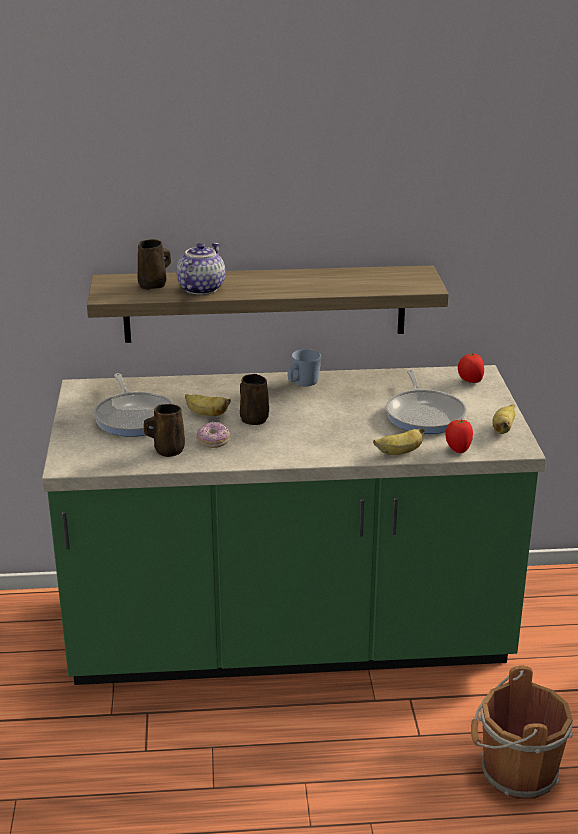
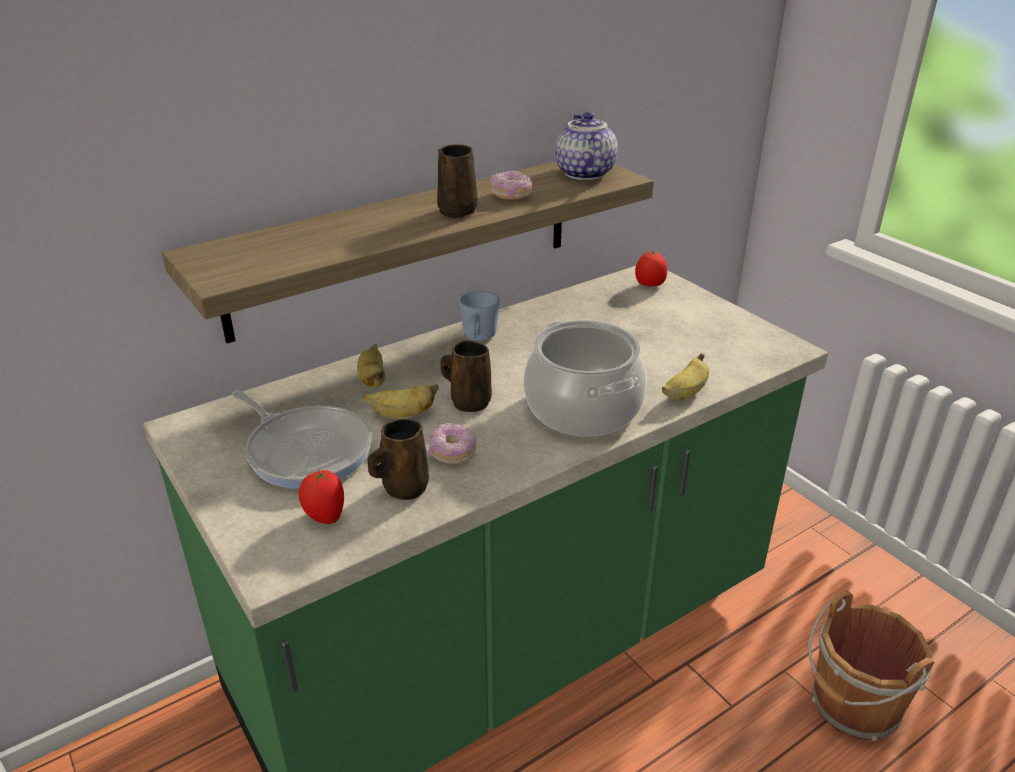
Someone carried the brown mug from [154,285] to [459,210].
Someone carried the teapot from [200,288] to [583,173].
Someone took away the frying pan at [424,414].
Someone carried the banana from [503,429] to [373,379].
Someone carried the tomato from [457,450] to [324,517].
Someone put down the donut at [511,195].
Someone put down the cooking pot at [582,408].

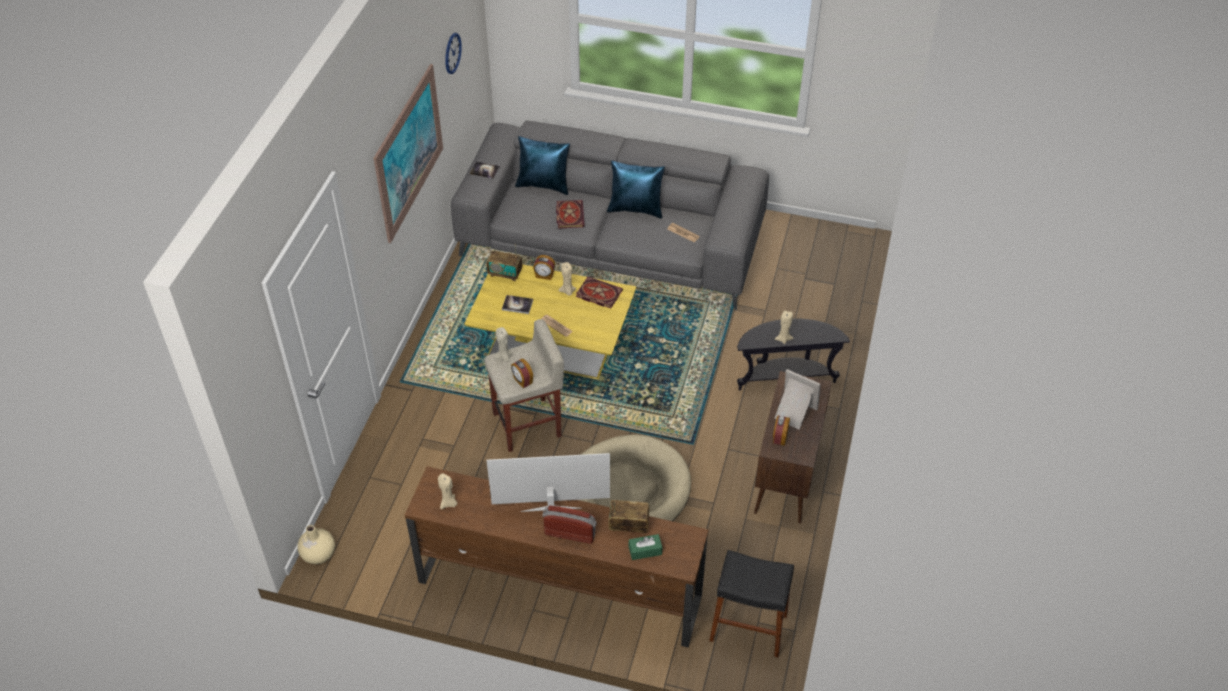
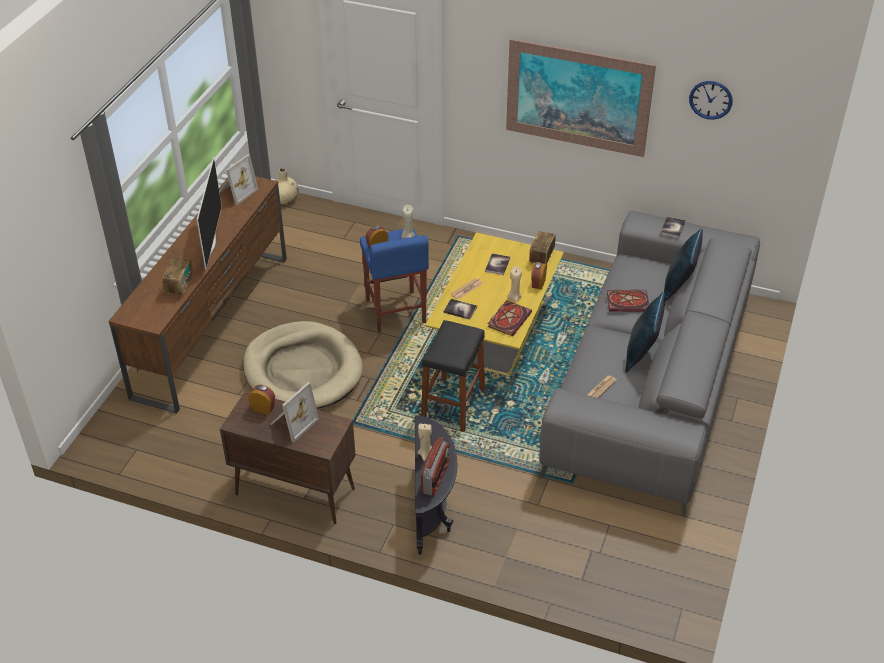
Someone repainted the beige stool at [528,424], which became the blue stool at [395,312].
Someone swapped the beige candle at [449,503] for the picture frame at [236,192].
Someone carried the radio from [570,533] to [435,478].
Someone took away the green tissue box at [645,550].
Someone carried the black stool from [748,627] to [453,405].
Someone put down the book at [460,310].

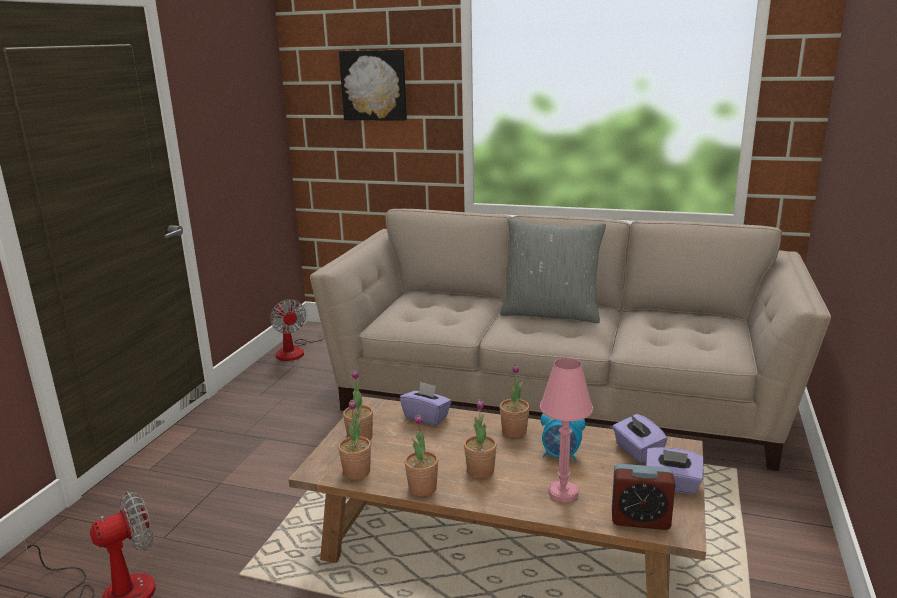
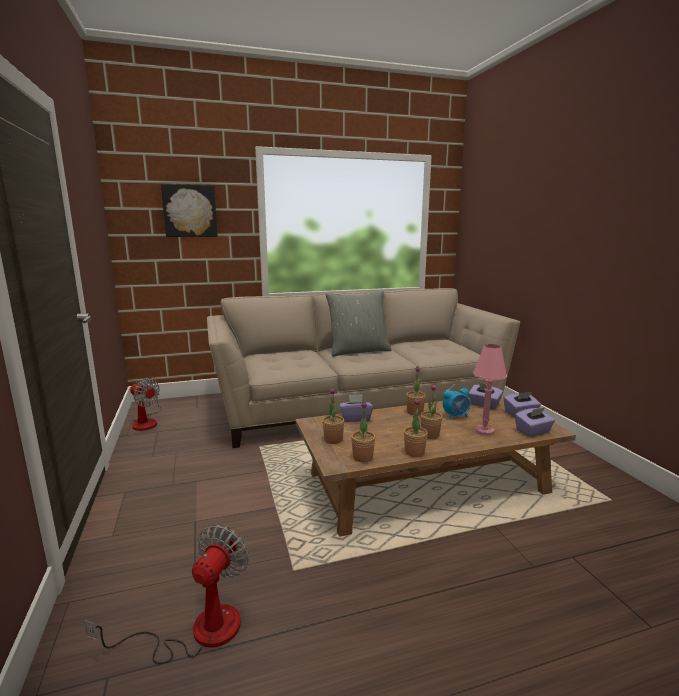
Someone swapped the alarm clock at [640,520] for the purple tissue box at [533,431].

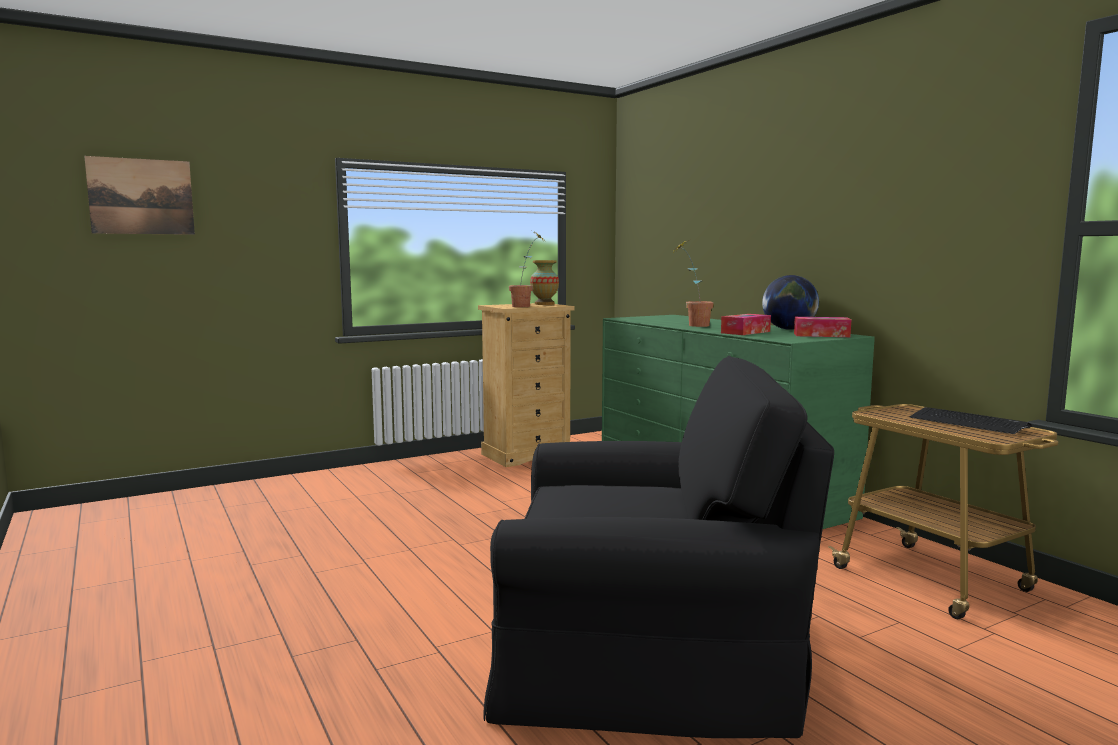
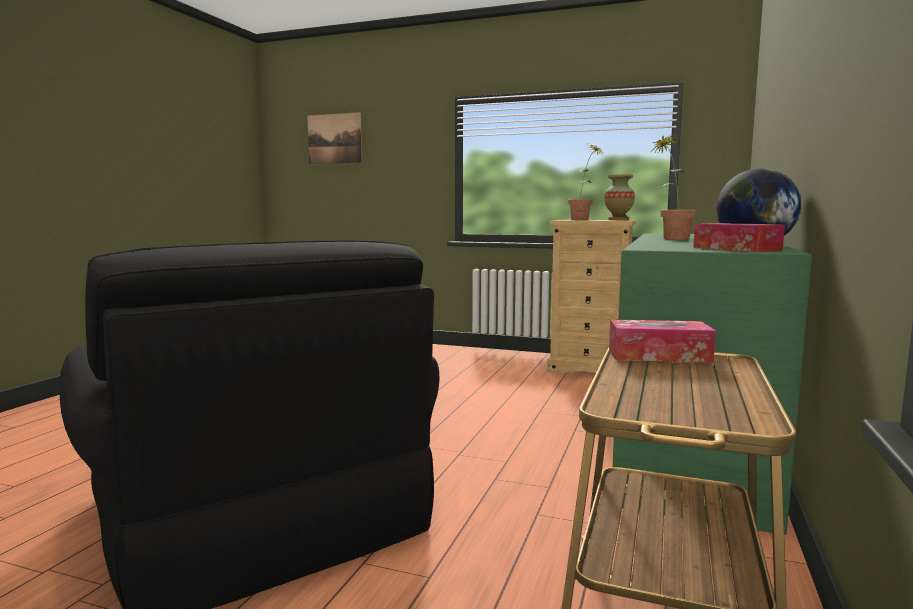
Someone carried the tissue box from [745,332] to [658,355].
Someone took away the keyboard at [967,422].

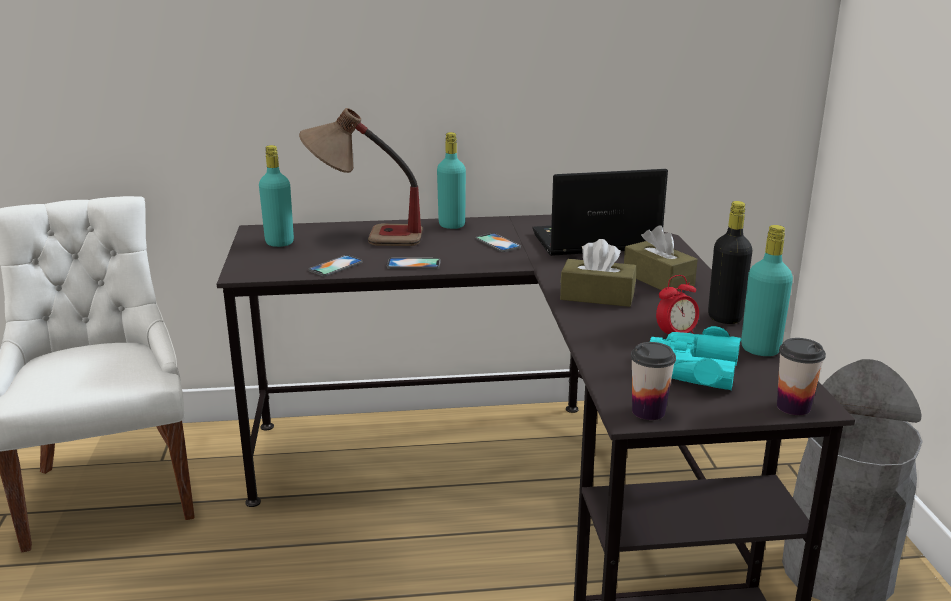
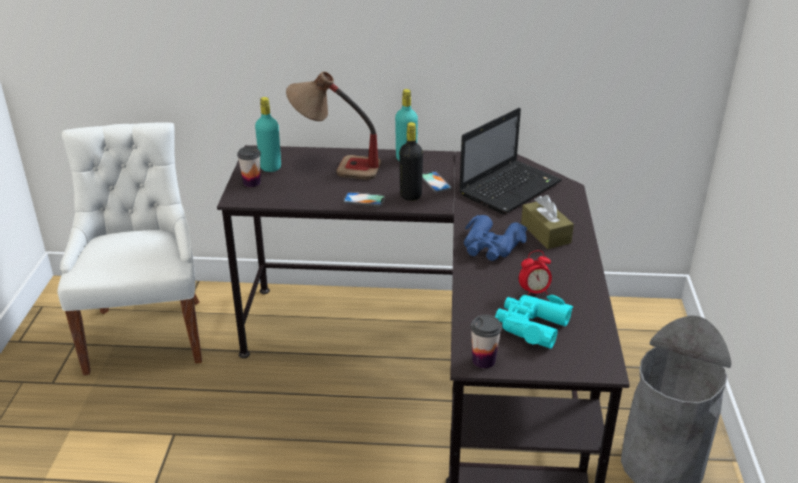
Someone rotated the laptop at [592,242] by 135 degrees clockwise.
Someone carried the black bottle from [724,317] to [410,195].
Someone took away the turquoise bottle at [760,349].
Someone swapped the brown tissue box at [597,296] for the blue binoculars at [491,246].
Someone took away the phone at [335,266].
Someone carried the cup from [793,407] to [252,182].

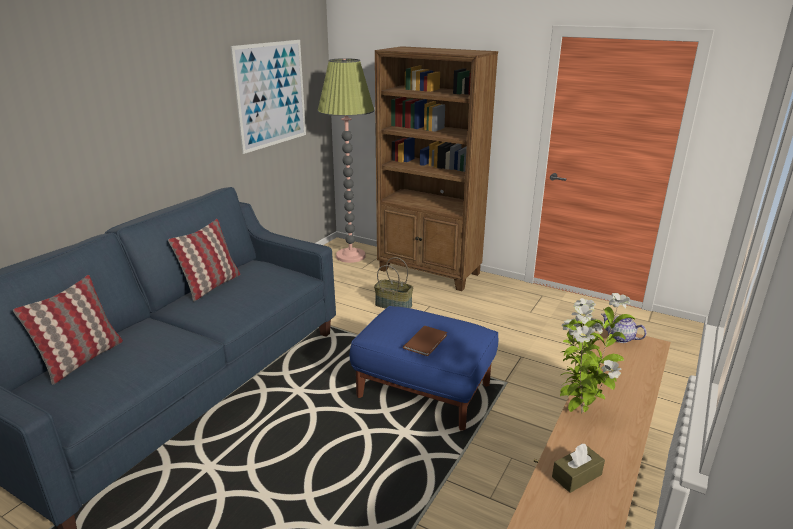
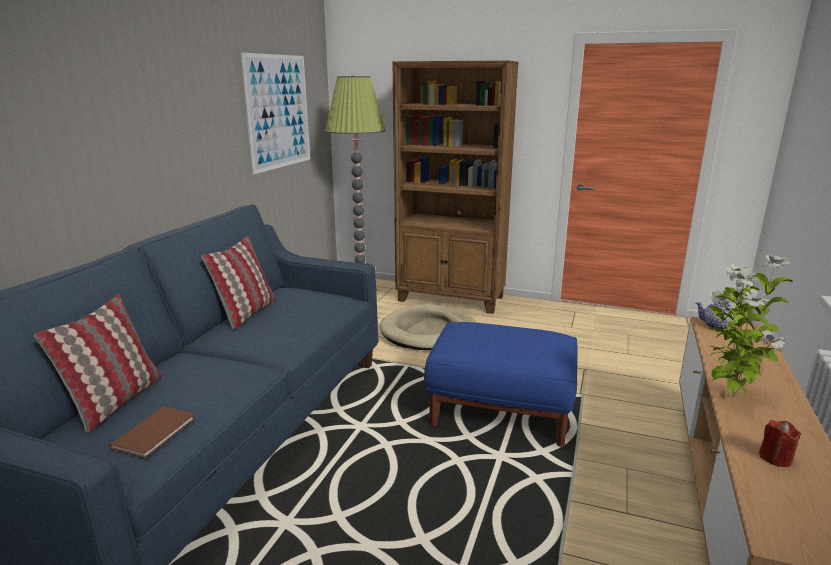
Someone swapped the basket at [394,305] for the beige dog bed at [428,332].
Someone carried the brown book from [427,341] to [157,432].
Someone swapped the brown tissue box at [576,475] for the red candle at [775,458].

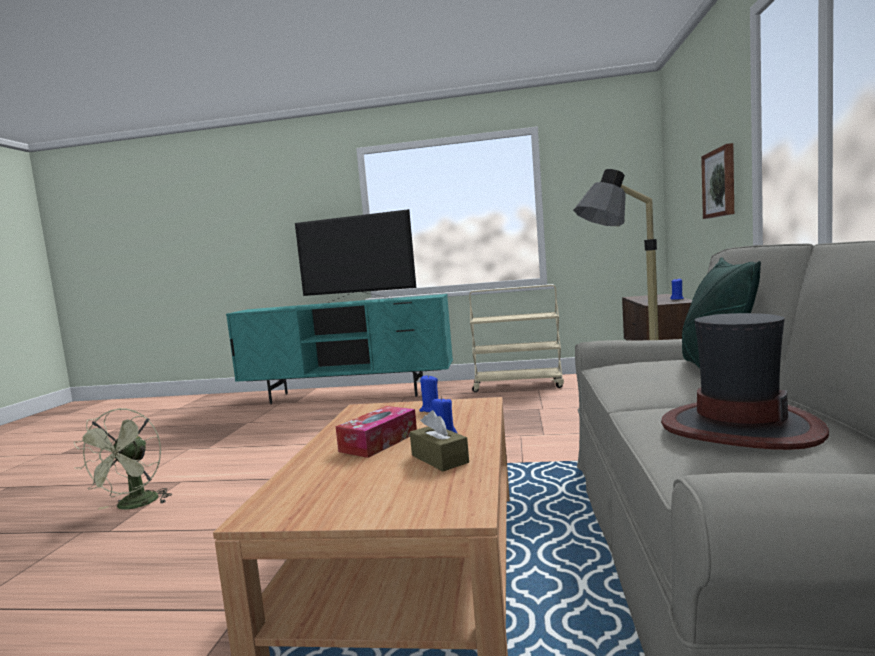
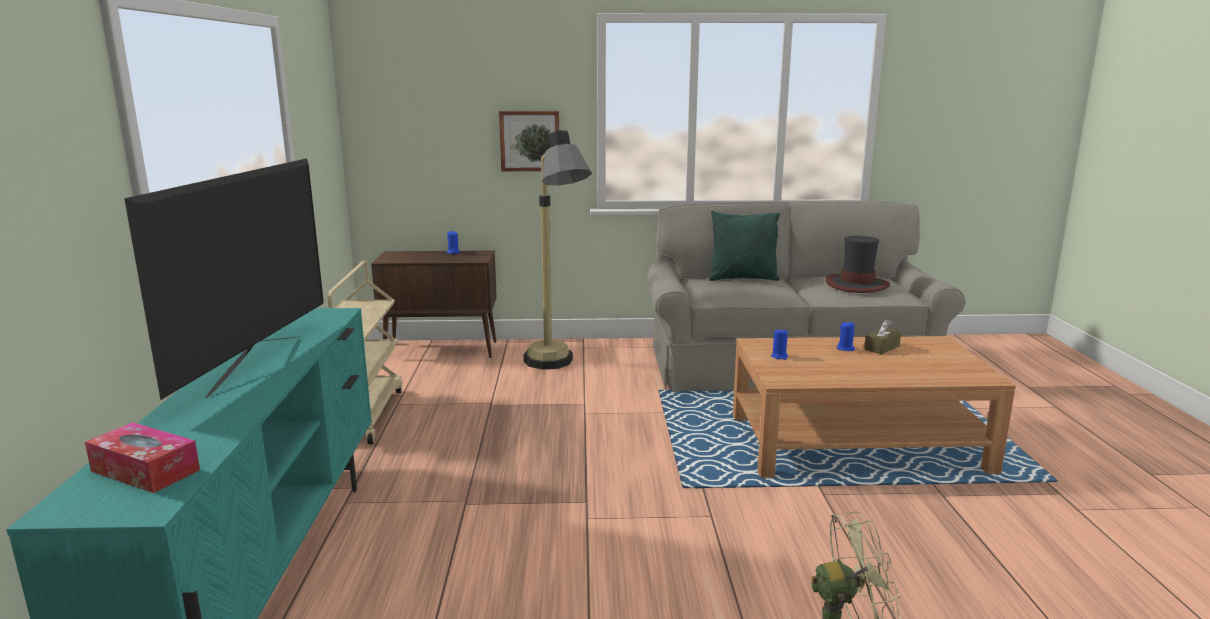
Someone carried the tissue box from [379,442] to [145,470].

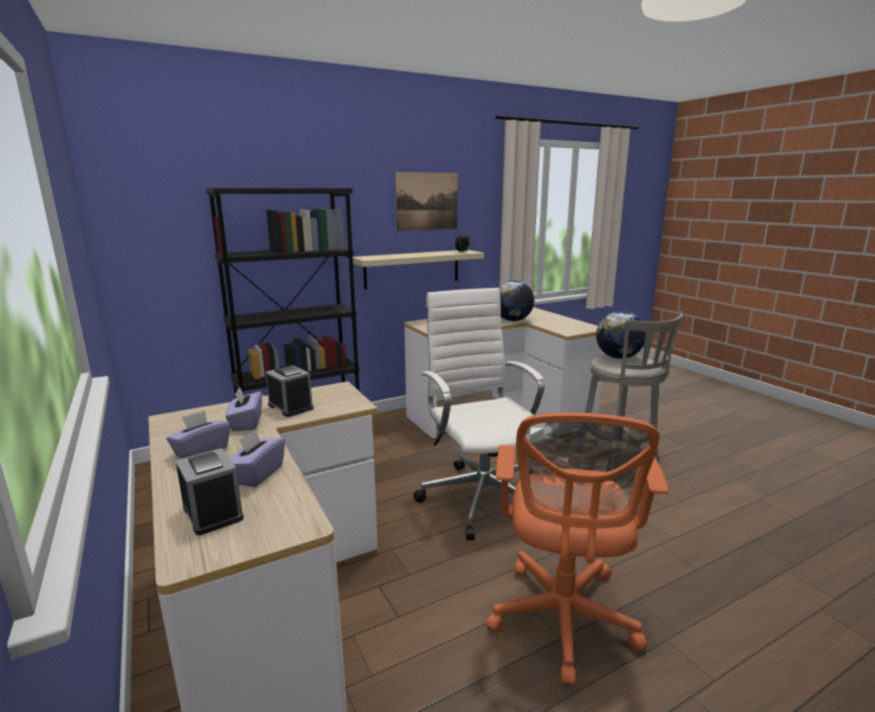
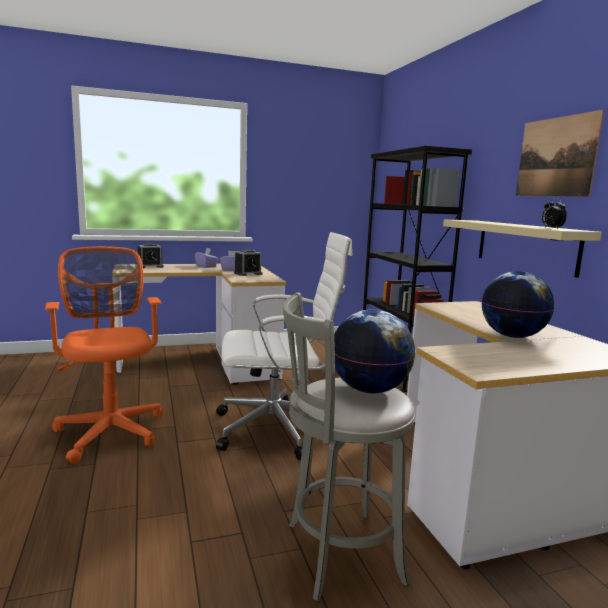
Someone rotated the orange office chair at [563,622] by 45 degrees clockwise.
Someone took away the purple tissue box at [257,474].

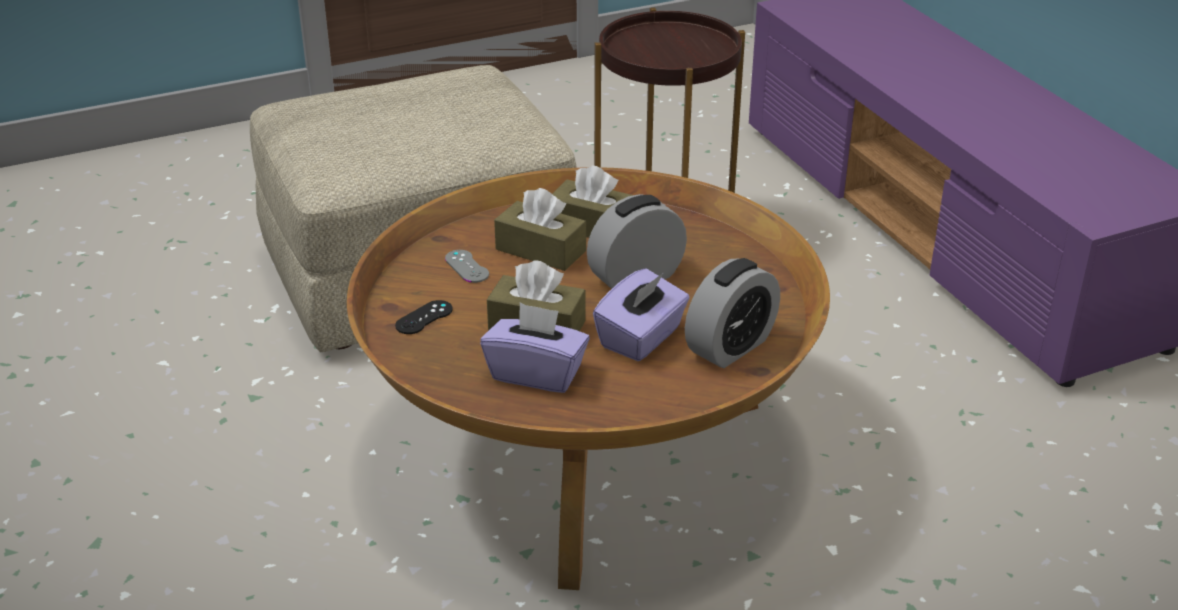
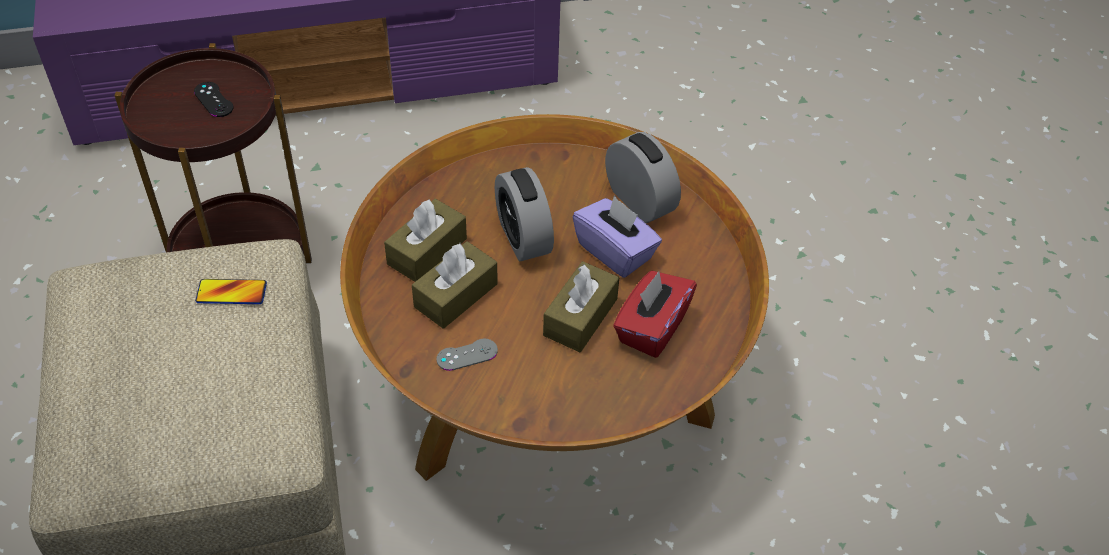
Someone carried the black game controller from [424,318] to [213,100].
Someone repainted the purple tissue box at [536,373], which became the red tissue box at [651,328].
Someone put down the phone at [231,293].

